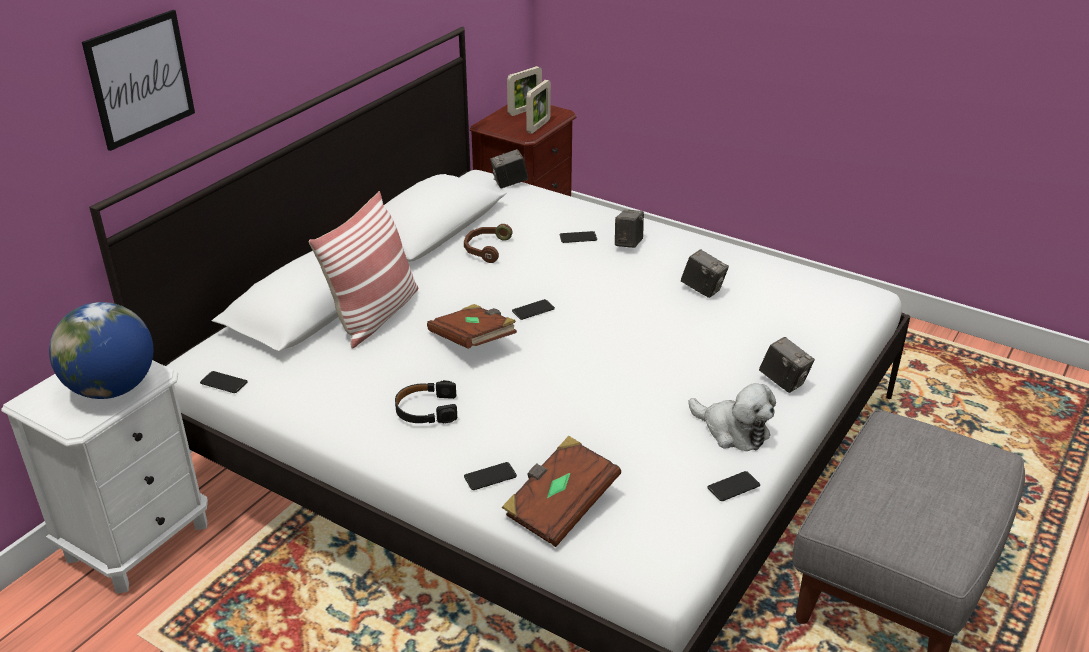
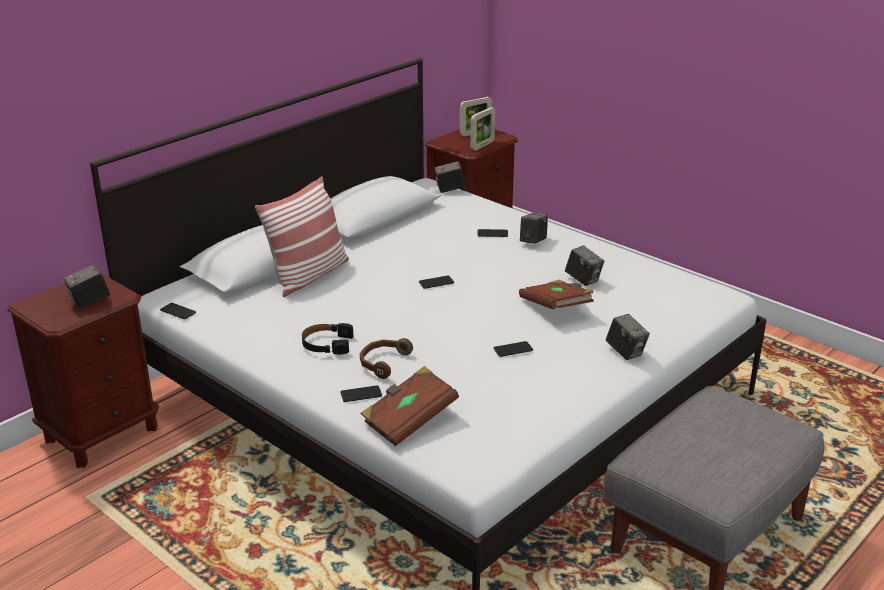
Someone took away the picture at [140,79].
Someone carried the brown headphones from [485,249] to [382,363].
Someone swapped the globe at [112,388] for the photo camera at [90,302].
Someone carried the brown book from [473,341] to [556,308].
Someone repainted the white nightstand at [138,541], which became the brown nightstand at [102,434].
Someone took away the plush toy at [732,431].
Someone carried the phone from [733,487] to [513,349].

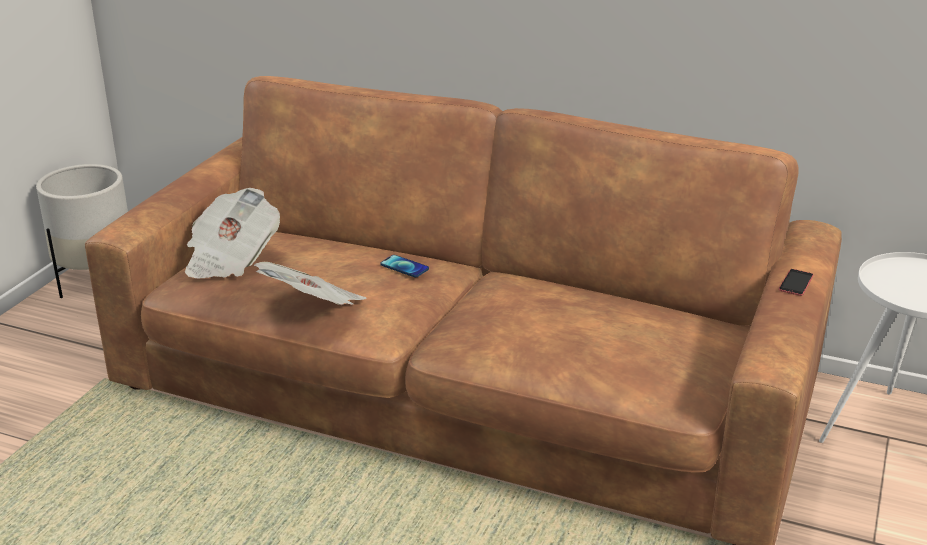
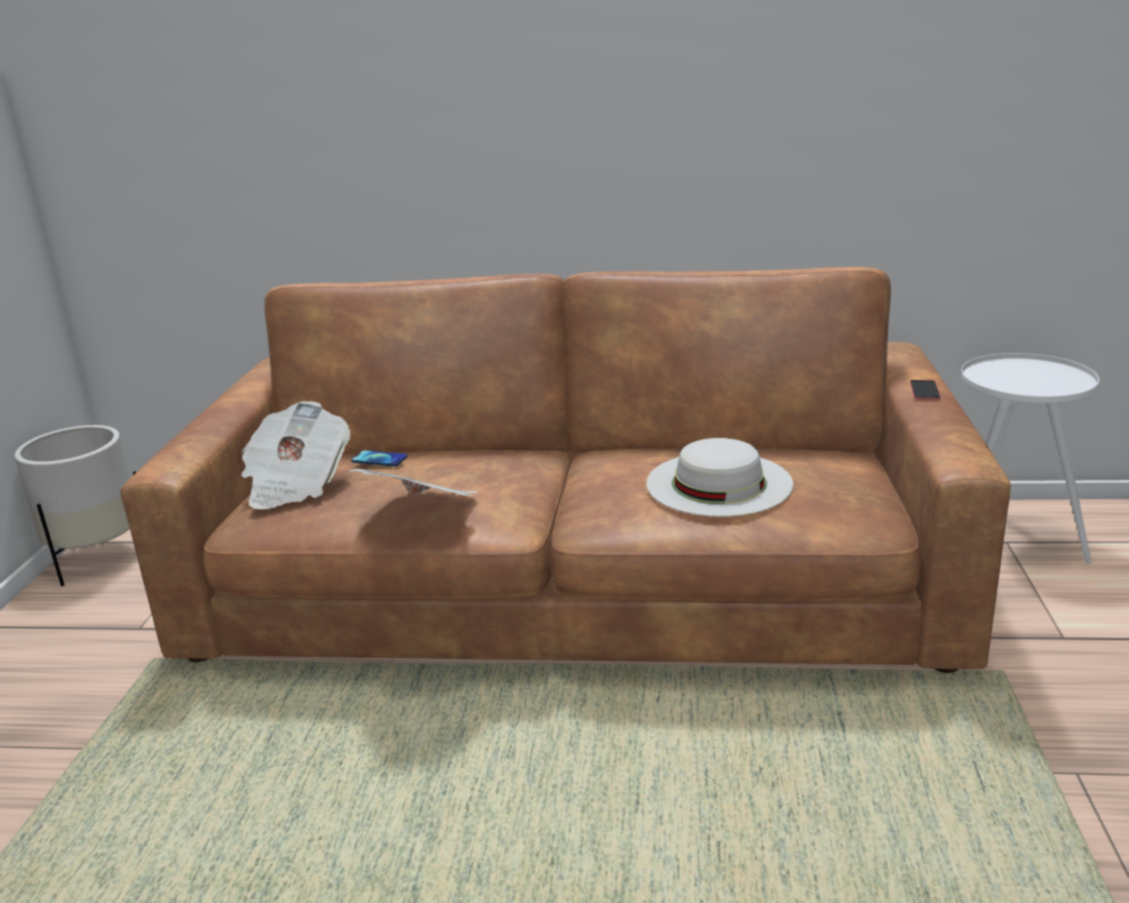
Someone carried the phone from [404,267] to [379,459].
Someone put down the white hat at [718,483].

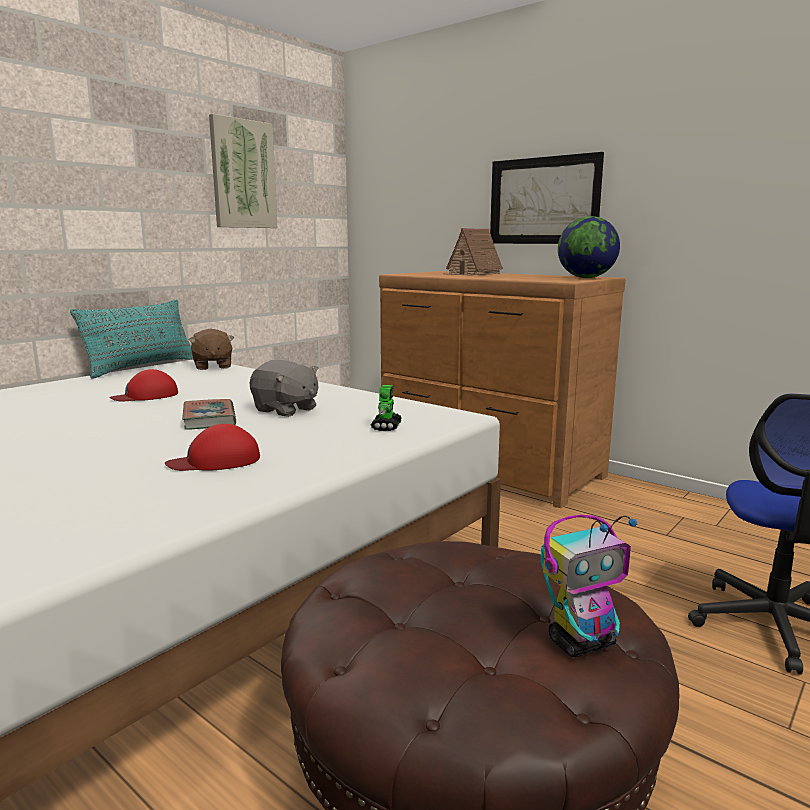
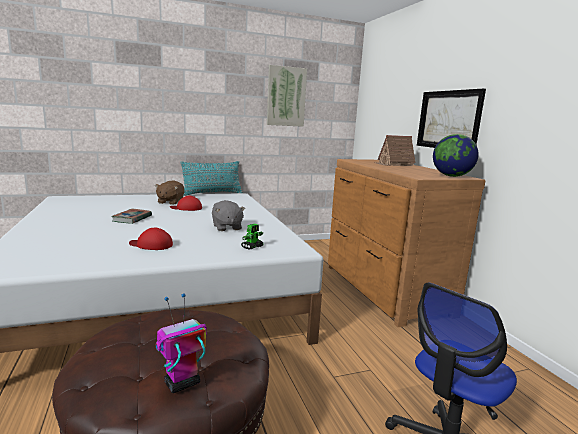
Someone carried the brown plush toy from [212,366] to [170,202].
Someone carried the book from [209,419] to [132,218].
Someone rotated the toy robot at [582,642] by 135 degrees clockwise.

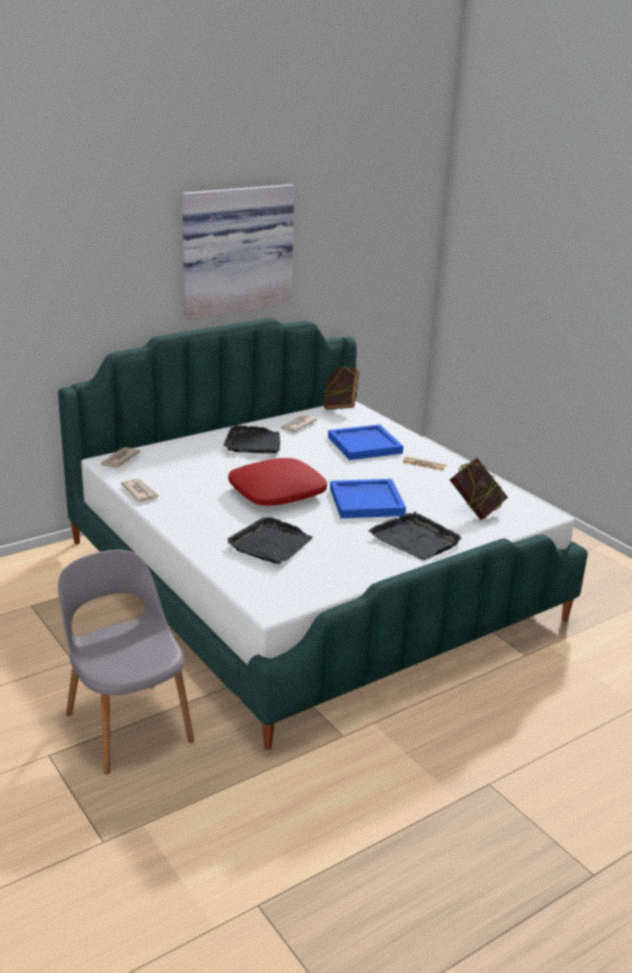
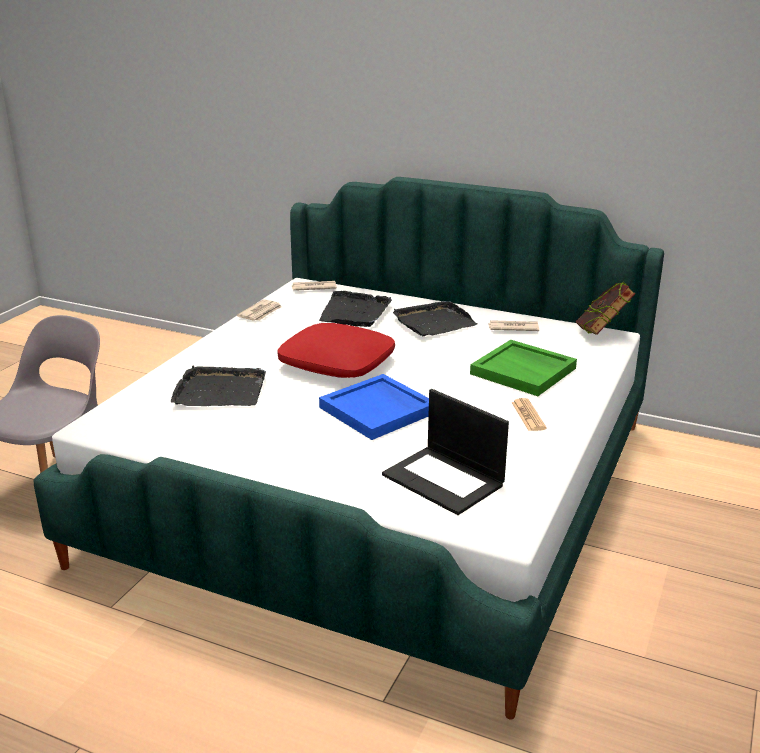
Someone took away the picture at [236,249].
Someone repainted the blue tray at [365,445], which became the green tray at [524,371].
Someone swapped the book at [475,511] for the laptop at [444,480].
Someone carried the black tray from [415,539] to [355,312].

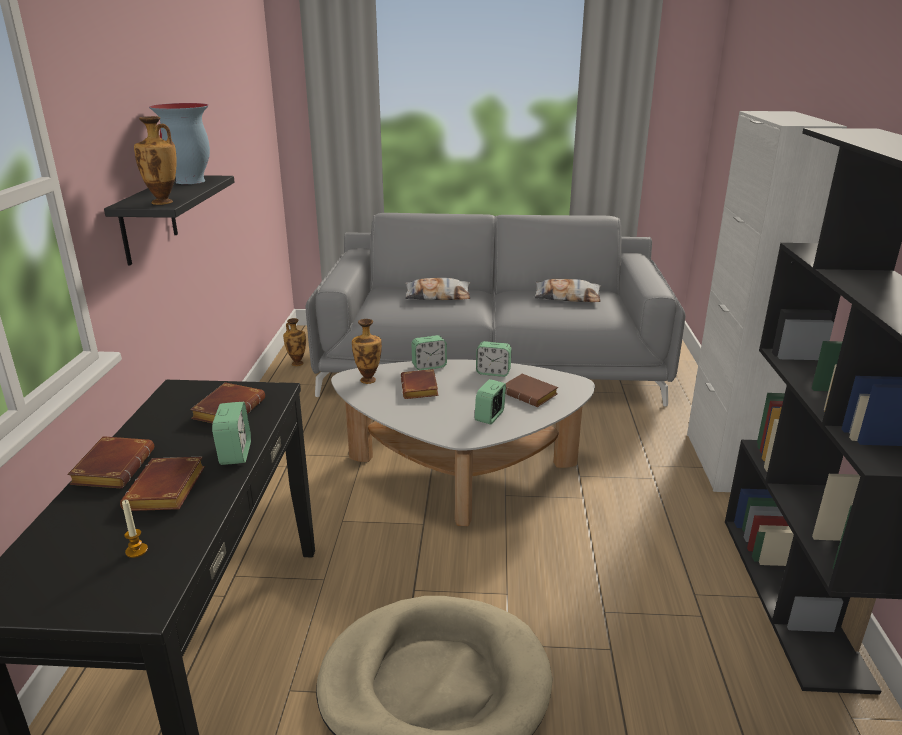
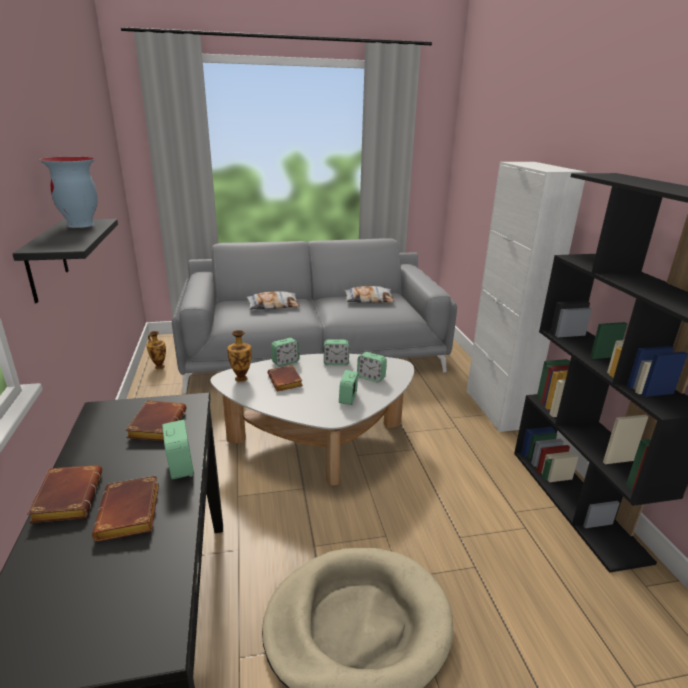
Someone took away the vase at [164,202].
Someone swapped the brown book at [531,395] for the alarm clock at [371,377].
Someone took away the candle at [136,551].

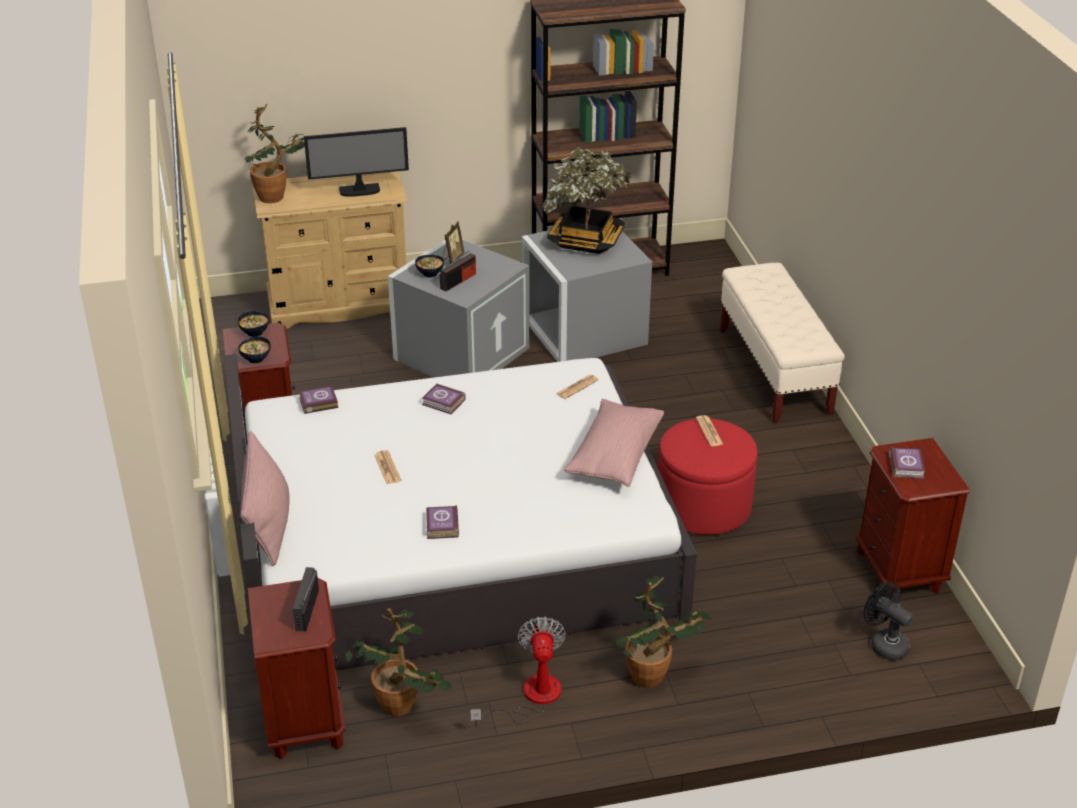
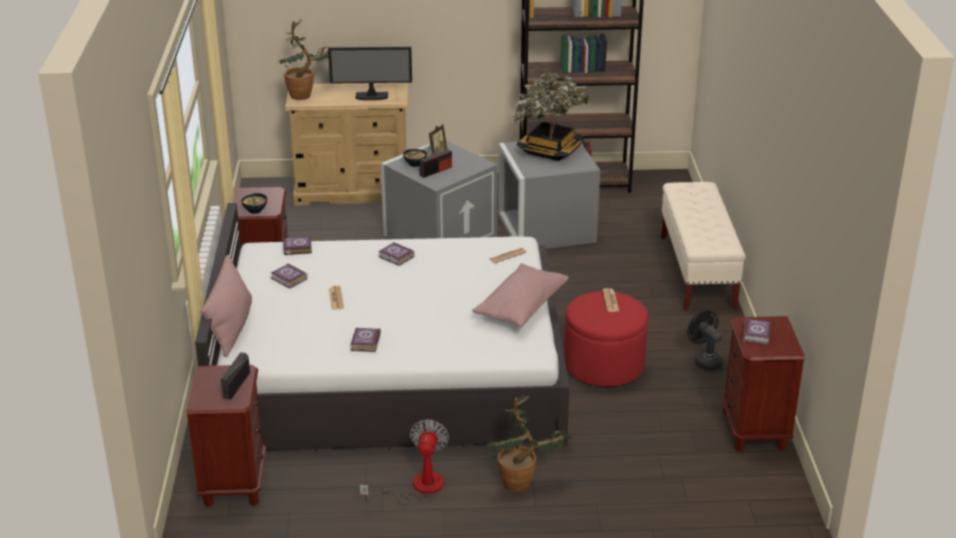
Someone took away the bowl at [255,332].
Someone carried the black fan from [884,644] to [705,360].
Someone took away the potted plant at [402,709].
Someone put down the book at [289,279].

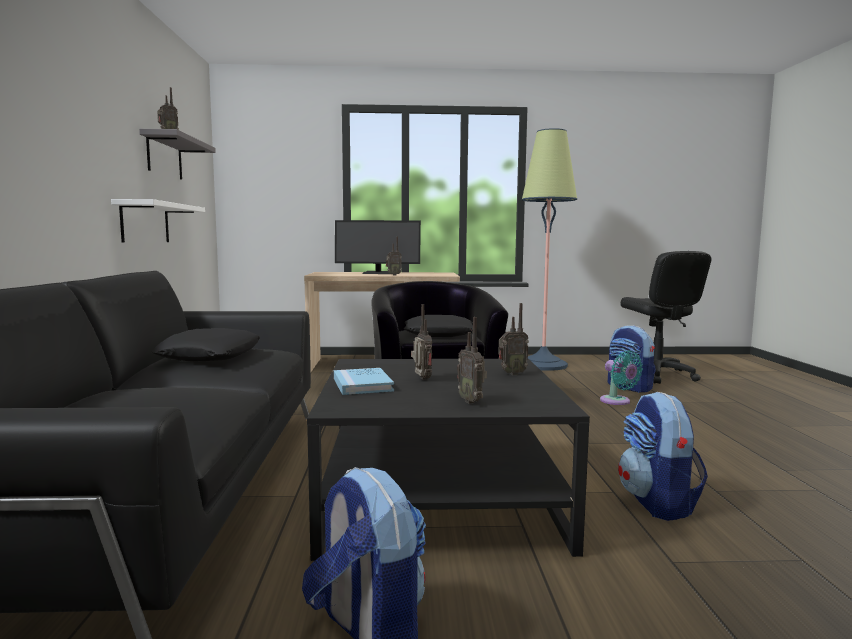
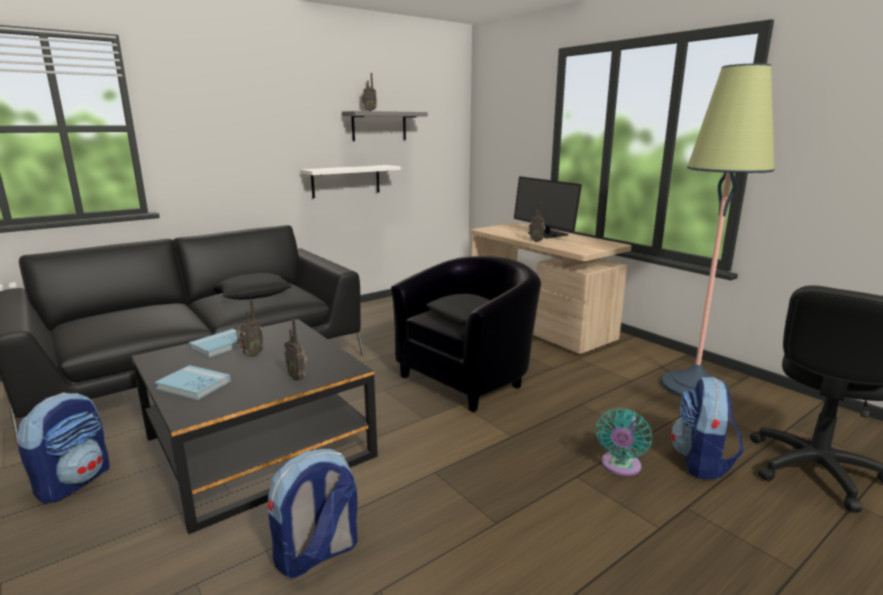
Someone swapped the radio at [471,401] for the blue book at [193,385].

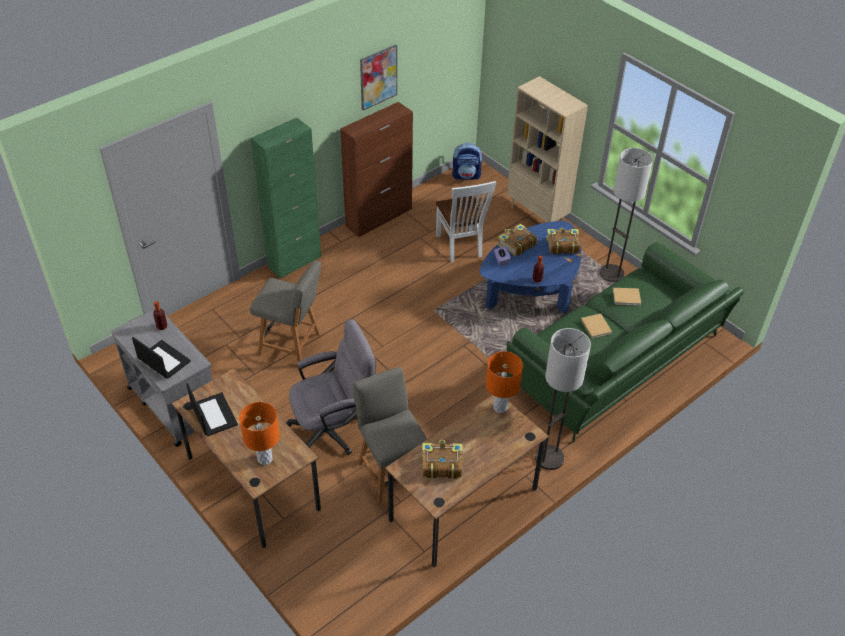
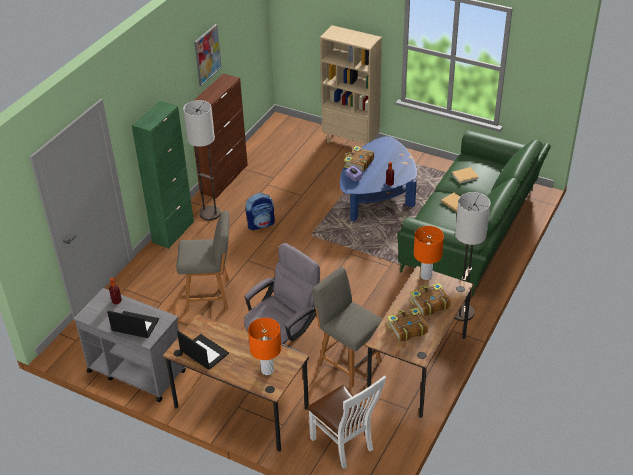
Someone carried the backpack from [466,175] to [261,224].
Someone carried the floor lamp from [612,274] to [210,213].
Someone carried the white chair from [461,247] to [344,445].
Someone carried the book from [562,245] to [429,303].

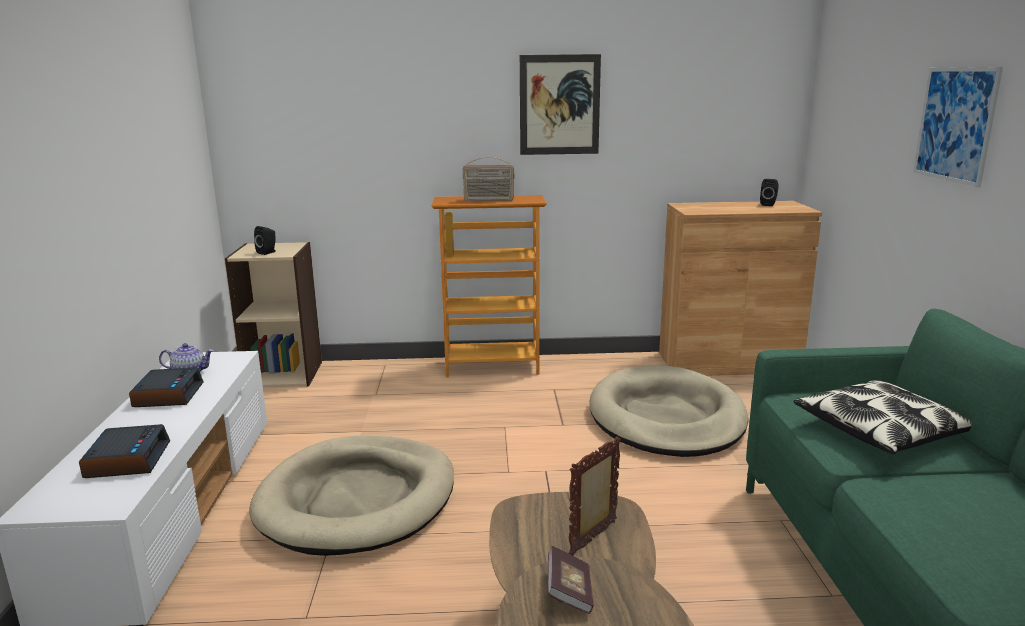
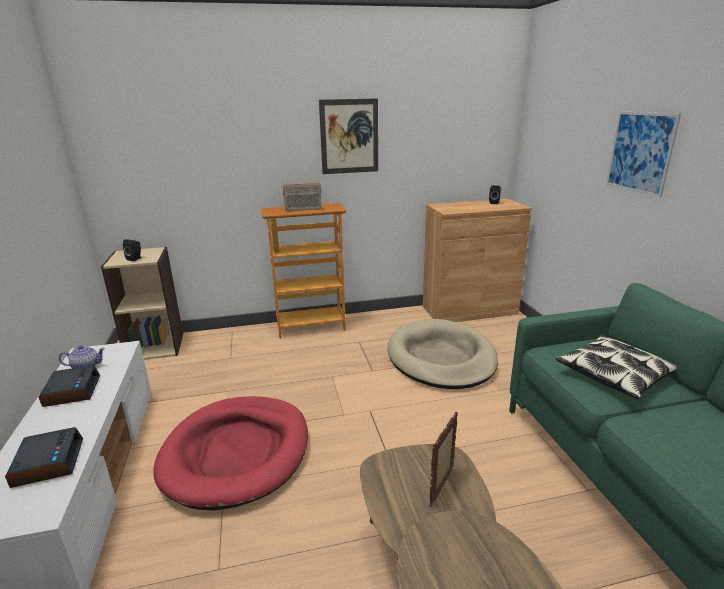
Someone repainted the beige dog bed at [358,499], which became the red dog bed at [237,453].
Someone took away the book at [569,592].

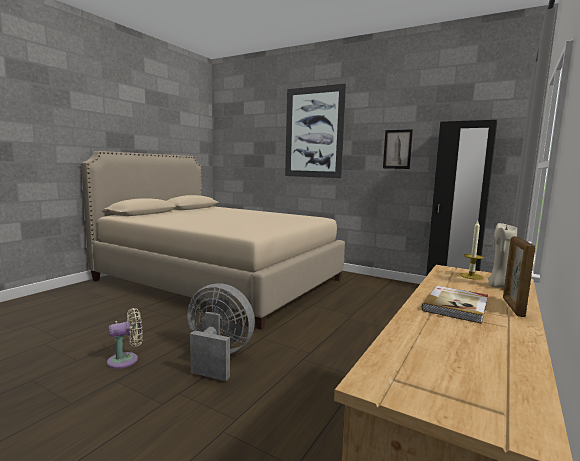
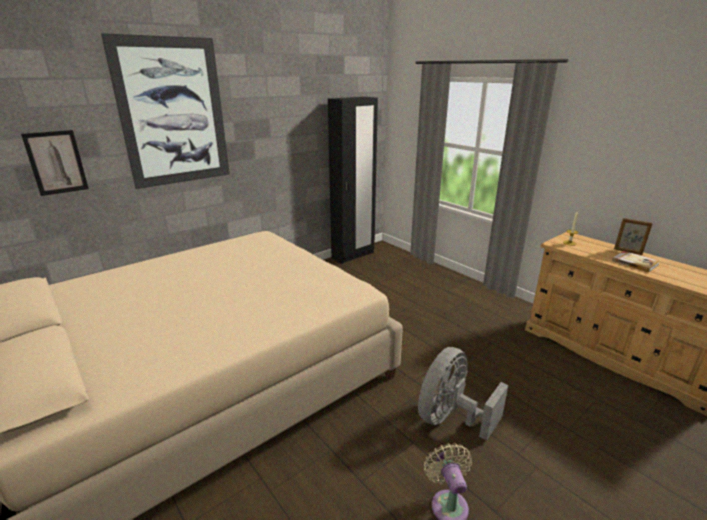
Someone carried the picture from [397,149] to [56,162].
Someone took away the beige candle at [498,286].

